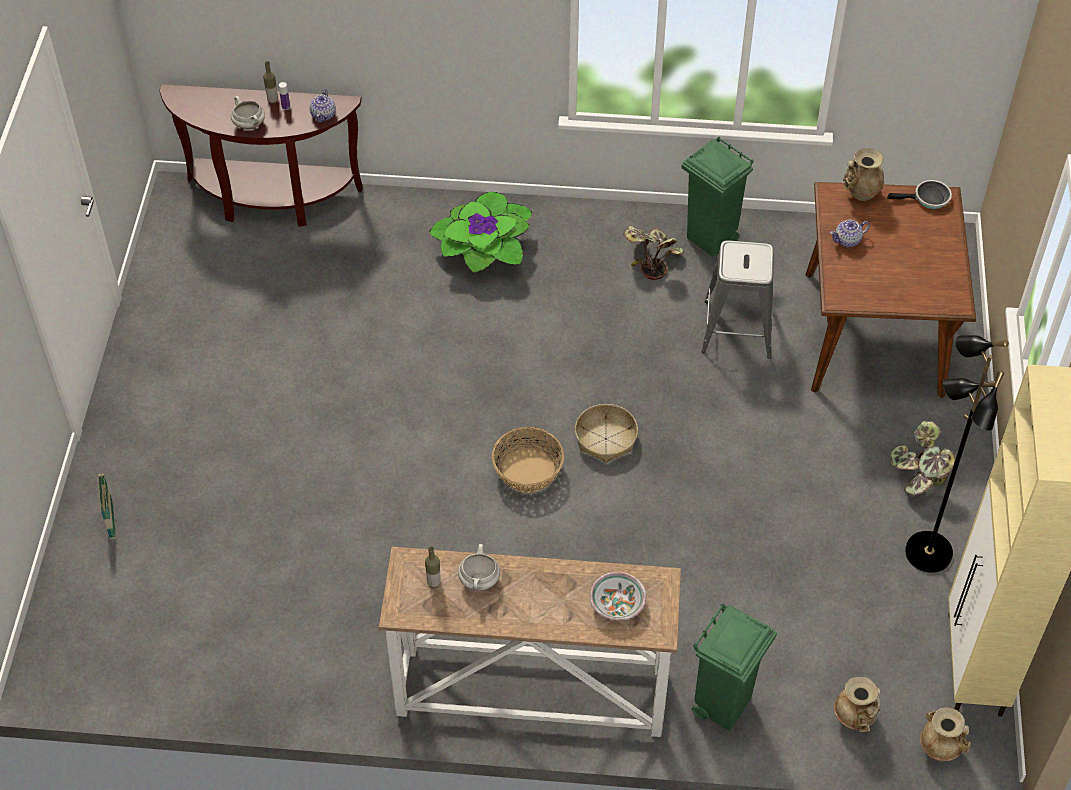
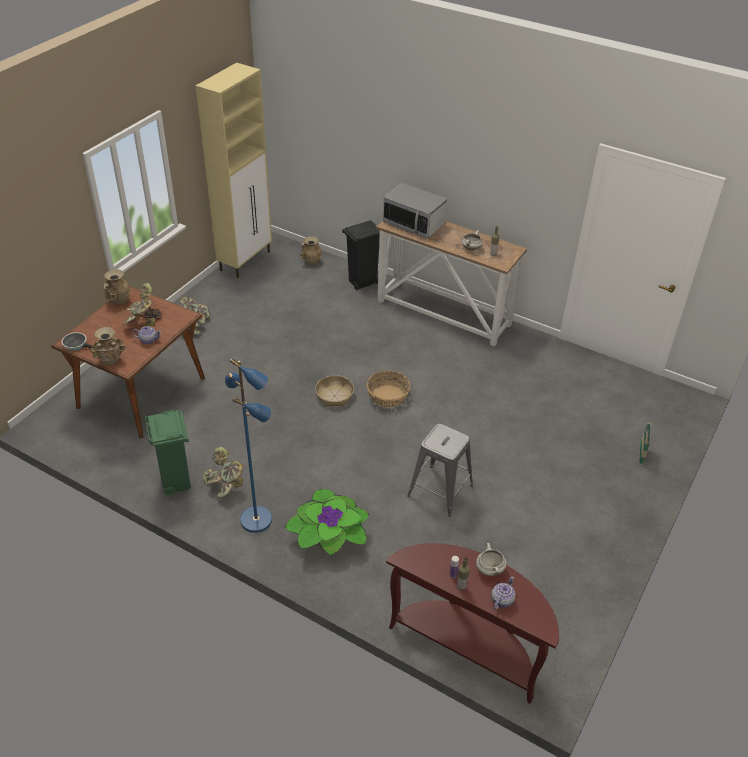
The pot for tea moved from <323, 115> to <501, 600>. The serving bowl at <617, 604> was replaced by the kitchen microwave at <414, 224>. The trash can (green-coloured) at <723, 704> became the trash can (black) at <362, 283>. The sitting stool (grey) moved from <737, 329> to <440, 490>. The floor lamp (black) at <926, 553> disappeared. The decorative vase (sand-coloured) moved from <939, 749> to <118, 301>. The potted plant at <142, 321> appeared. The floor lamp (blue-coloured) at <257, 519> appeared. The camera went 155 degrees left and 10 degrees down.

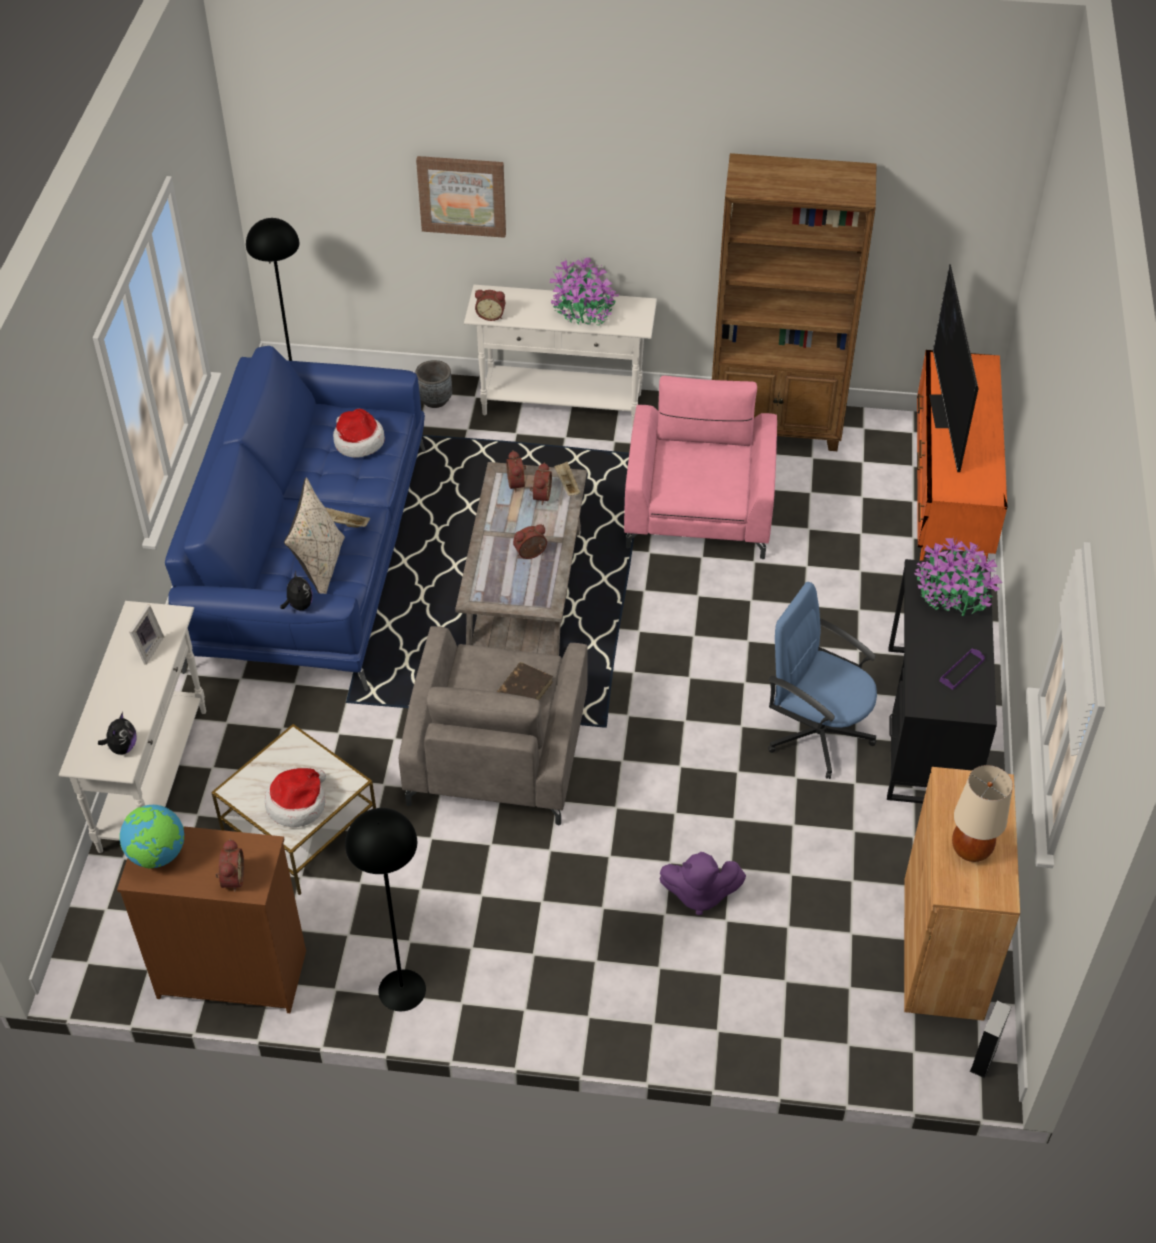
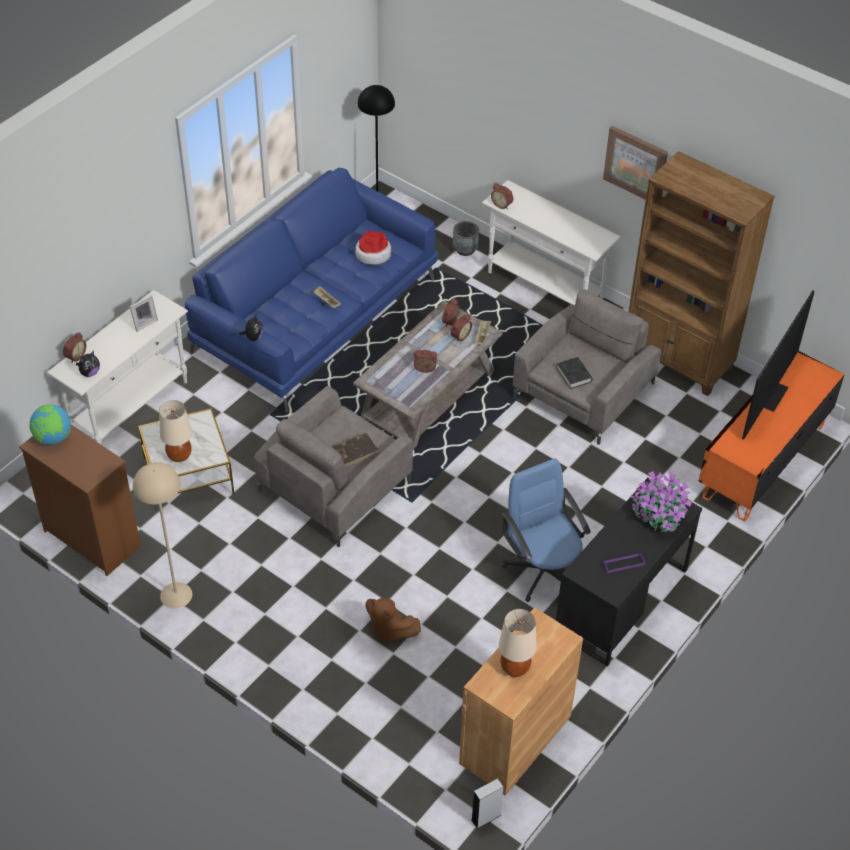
The table clock moved from <231, 878> to <75, 356>. The hat at <297, 803> was replaced by the tabletop lamp (sand-coloured) at <179, 455>. The throw pillow (sand-coloured) at <319, 567> disappeared. The floor lamp (black) at <402, 990> became the floor lamp (sand-coloured) at <176, 595>. The picture moved from <462, 195> to <636, 164>. The potted plant at <582, 311> disappeared. The armchair (pink-coloured) at <699, 505> became the armchair (grey) at <583, 391>. The cuddly toy (purple-coloured) at <699, 894> became the cuddly toy (brown-coloured) at <389, 629>. The bound book (black) at <574, 375> appeared. The camera went 30 degrees right and 0 degrees up.

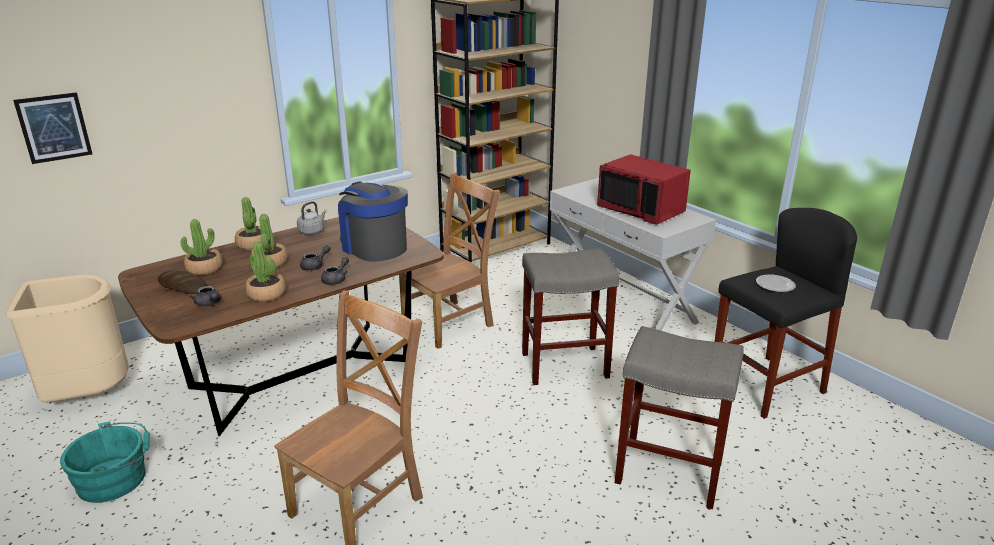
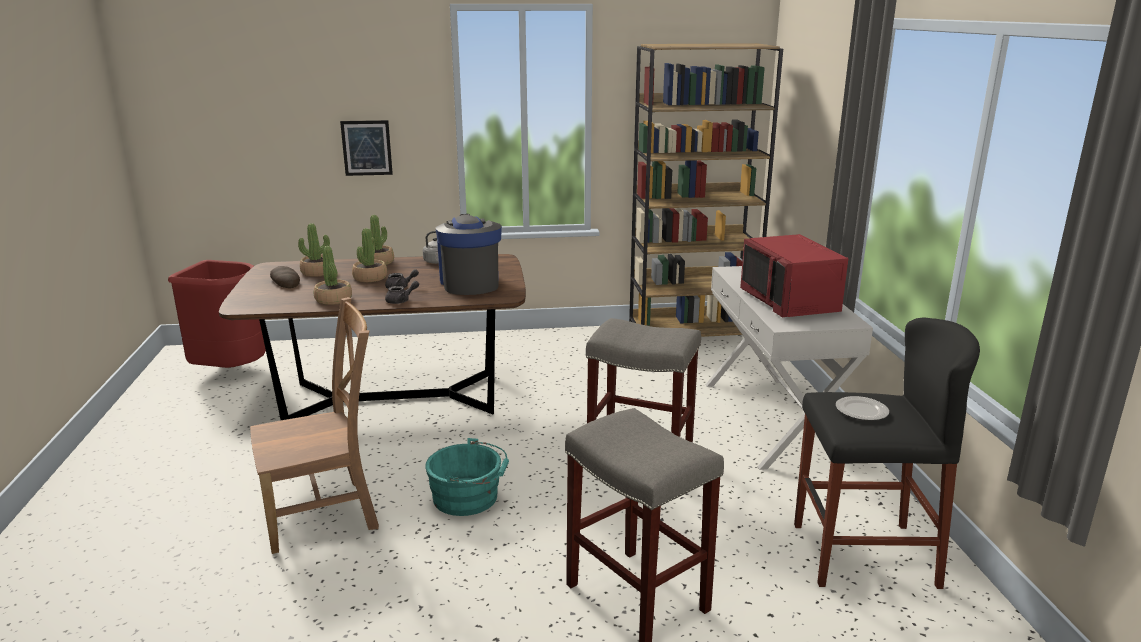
The trash can (sand-coloured) at <88, 395> became the trash can (red) at <231, 369>. The picture moved from <54, 128> to <366, 148>. The water bucket (turquoise-coloured) moved from <116, 479> to <469, 498>. The pot for tea (grey) at <209, 304> disappeared. The plain chair (brown-coloured) at <451, 323> disappeared. The camera went 30 degrees right and 5 degrees down.

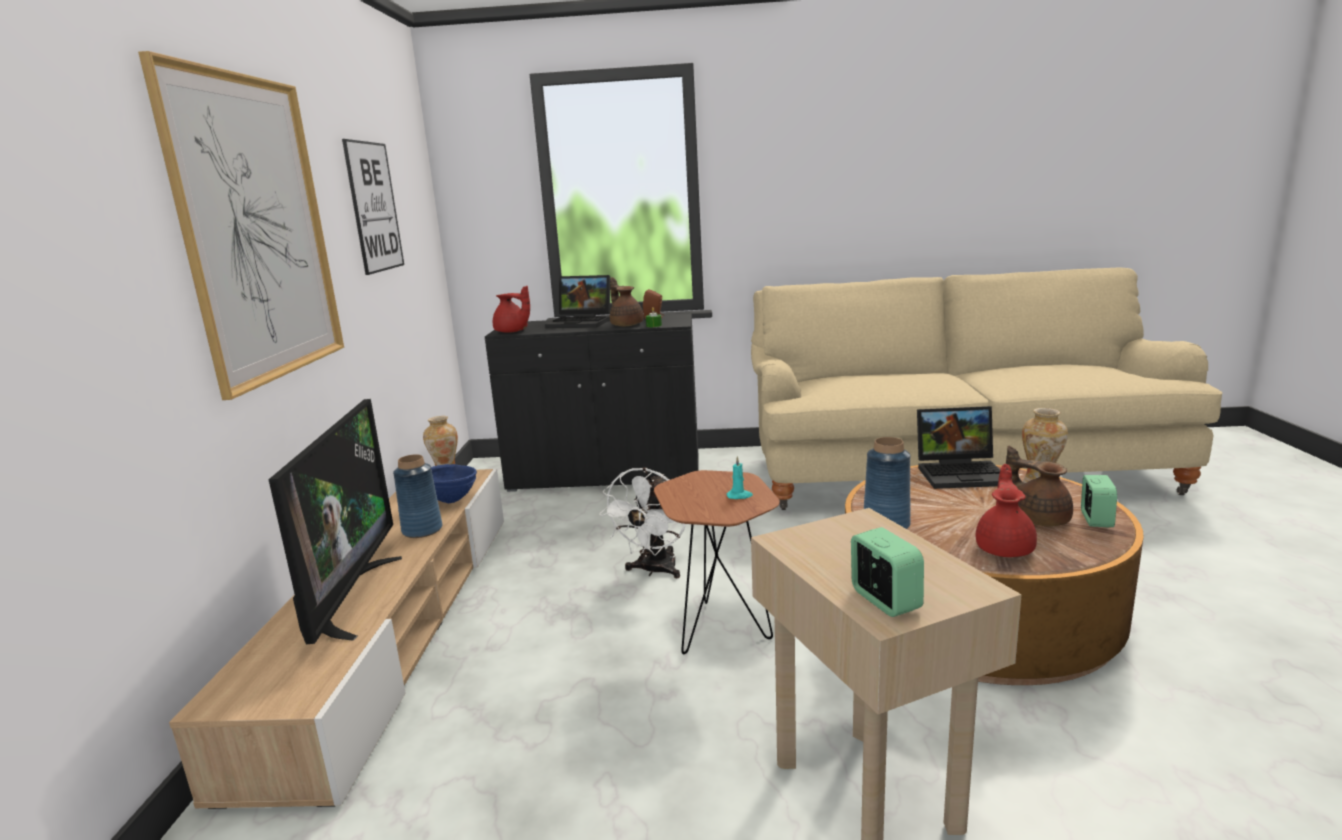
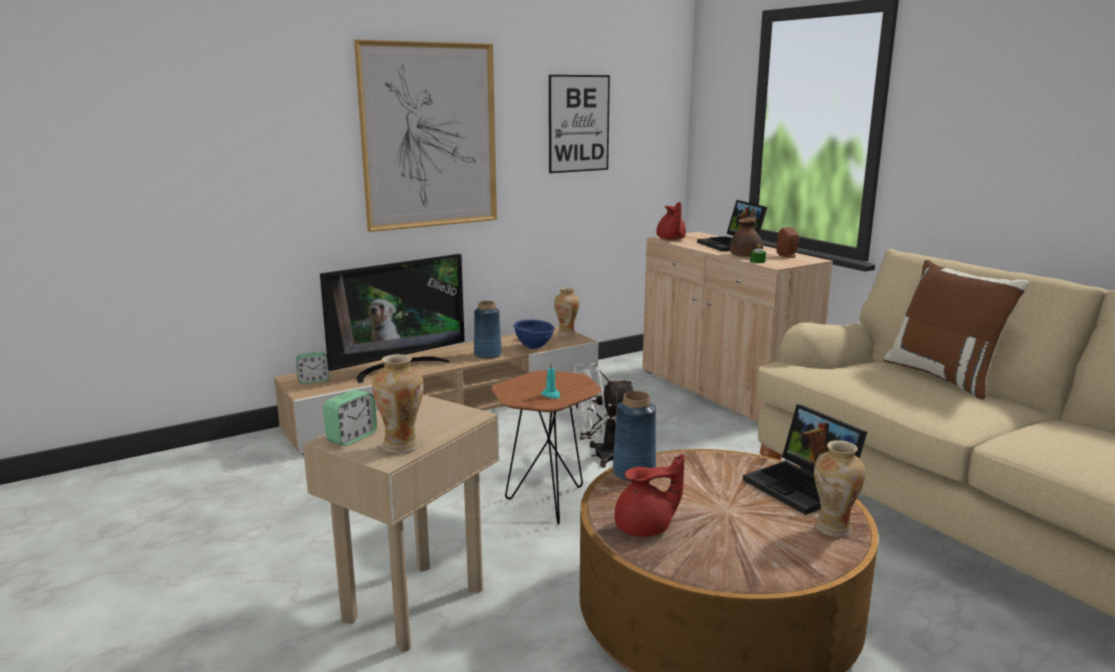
The storage cabinet (black) at <605, 475> became the storage cabinet (sand-coloured) at <723, 391>. The pot for tea (brown-coloured) at <1039, 518> disappeared. The table clock moved from <1096, 520> to <313, 380>. The decorative vase at <402, 446> appeared. The throw pillow (brown-coloured) at <944, 377> appeared. The camera went 55 degrees right and 0 degrees up.

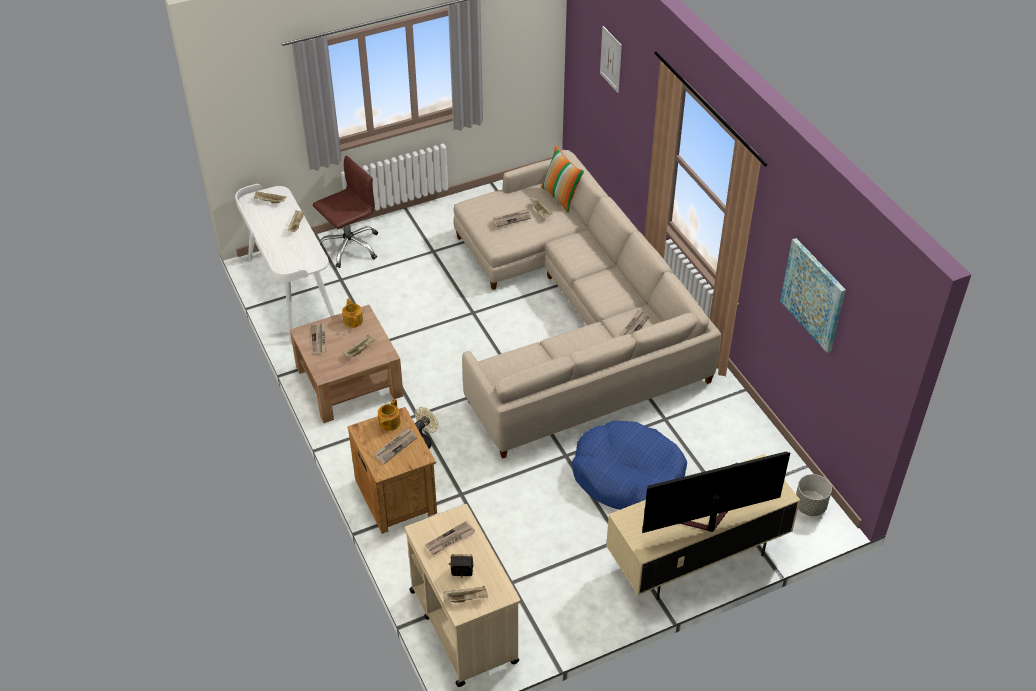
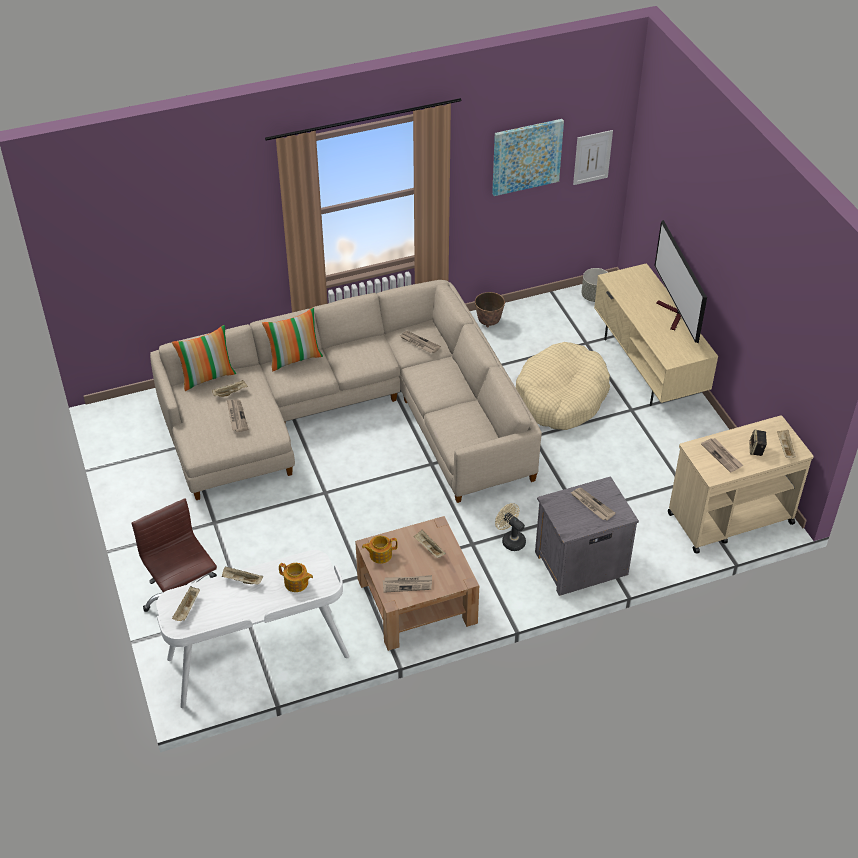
The bedside table (brown-coloured) at <396, 495> became the bedside table (grey) at <579, 563>. The pot for tea moved from <389, 423> to <296, 583>. The dog bed (blue-coloured) at <628, 477> became the dog bed (sand-coloured) at <561, 397>. The picture moved from <611, 59> to <592, 157>. The throw pillow at <295, 358> appeared. The planter at <489, 322> appeared. The camera went 85 degrees left and 0 degrees up.

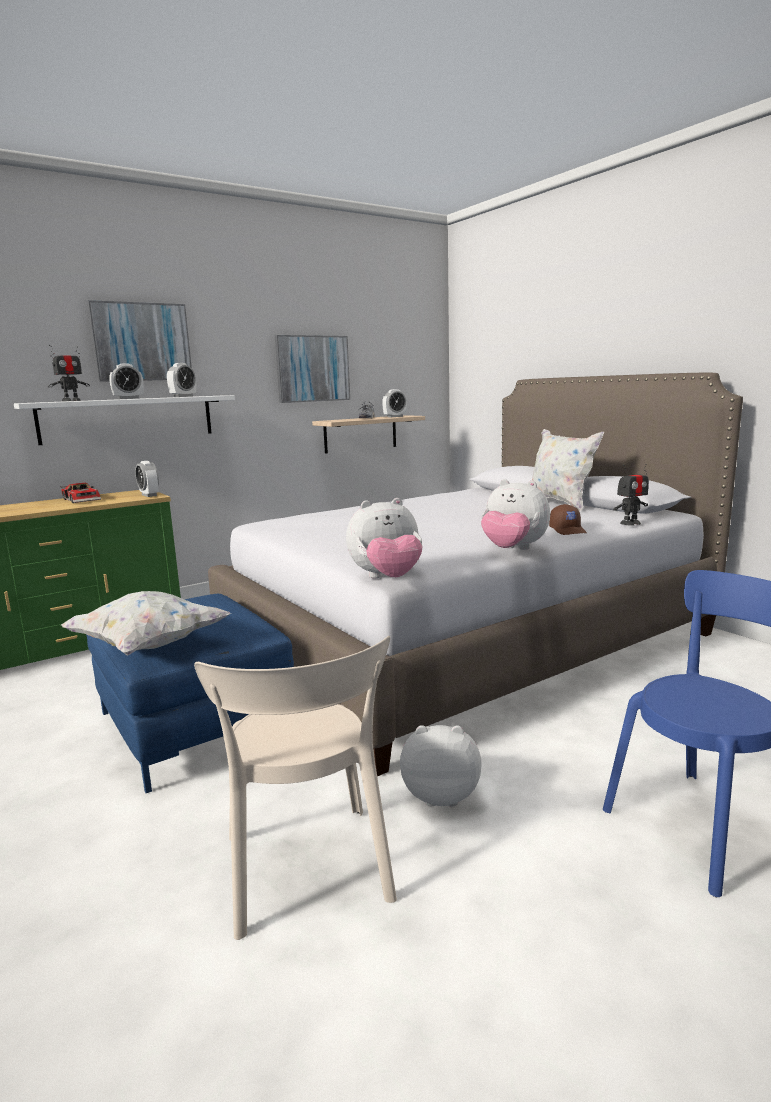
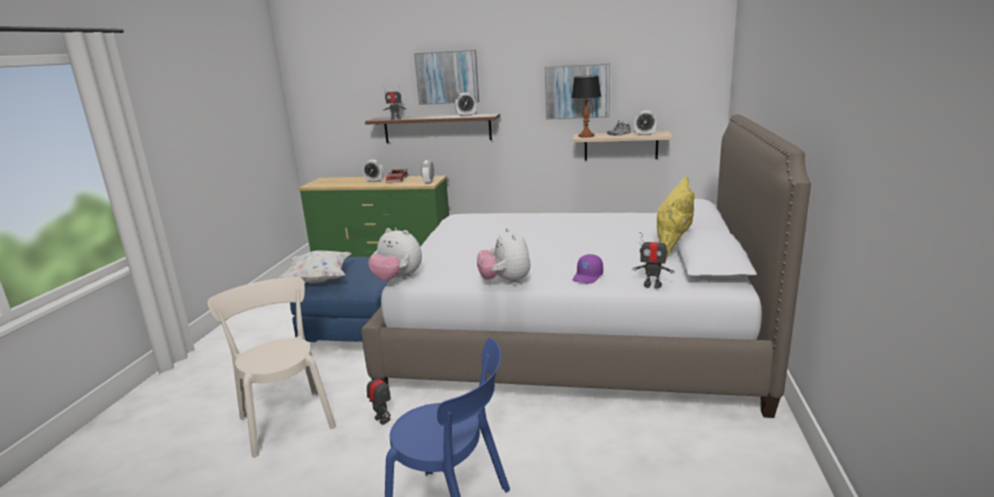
The bracket shelf (white-coloured) at <128, 419> became the bracket shelf (brown-coloured) at <437, 128>. The table clock moved from <128, 398> to <374, 181>. The plain chair (sand-coloured) at <308, 874> turned 120 degrees clockwise. The cuddly toy at <440, 795> was replaced by the toy robot at <382, 419>. The throw pillow (white-coloured) at <560, 503> became the throw pillow (yellowish) at <673, 248>. The baseball cap (brown-coloured) at <568, 530> became the baseball cap (purple-coloured) at <588, 277>. The tabletop lamp at <586, 136> appeared. The camera went 45 degrees right and 5 degrees up.

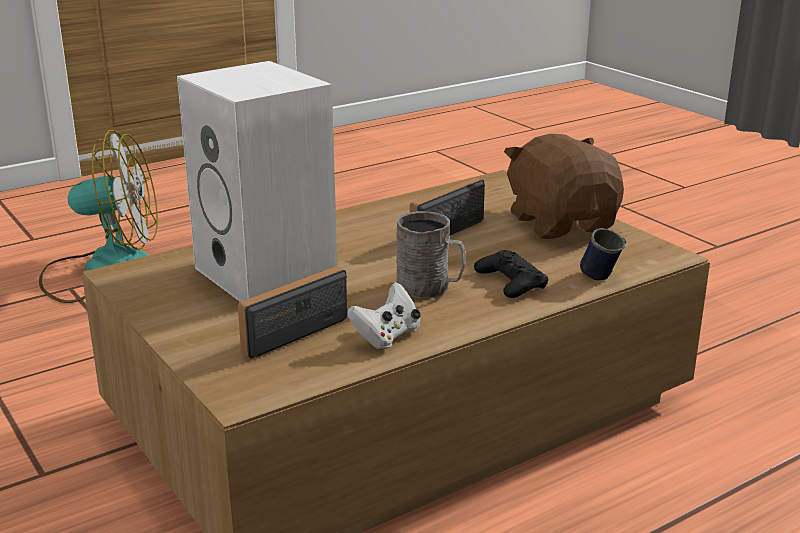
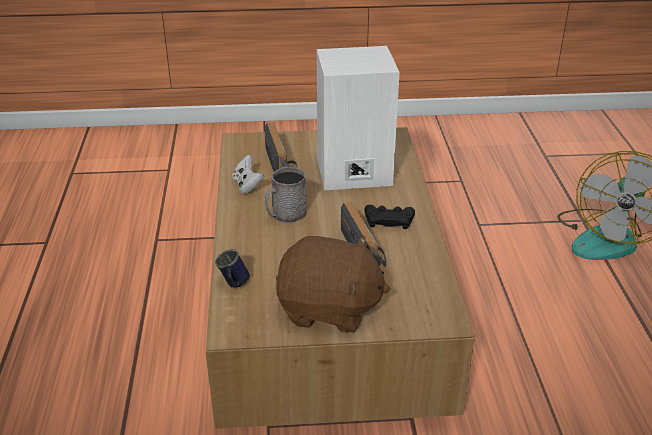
The joypad (black) moved from <510, 282> to <389, 220>. The camera went 120 degrees right and 10 degrees up.

